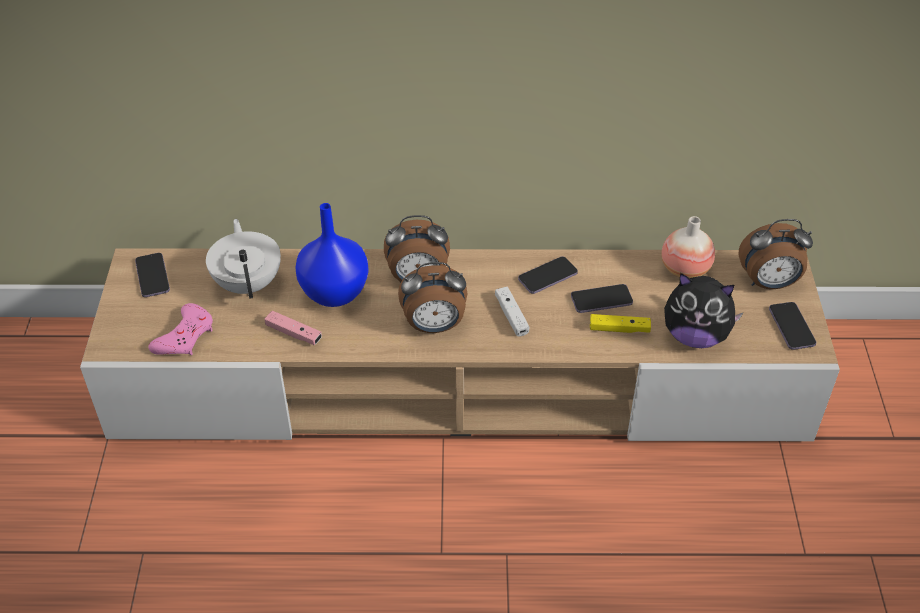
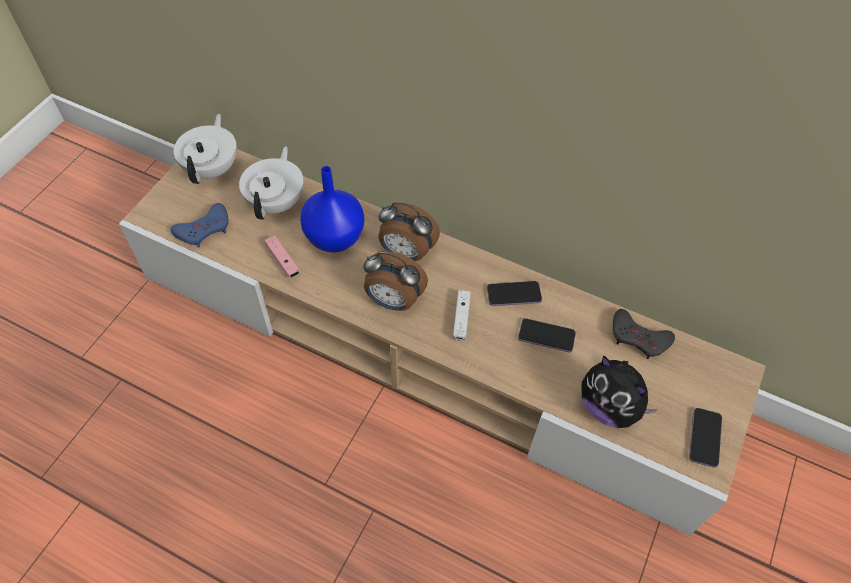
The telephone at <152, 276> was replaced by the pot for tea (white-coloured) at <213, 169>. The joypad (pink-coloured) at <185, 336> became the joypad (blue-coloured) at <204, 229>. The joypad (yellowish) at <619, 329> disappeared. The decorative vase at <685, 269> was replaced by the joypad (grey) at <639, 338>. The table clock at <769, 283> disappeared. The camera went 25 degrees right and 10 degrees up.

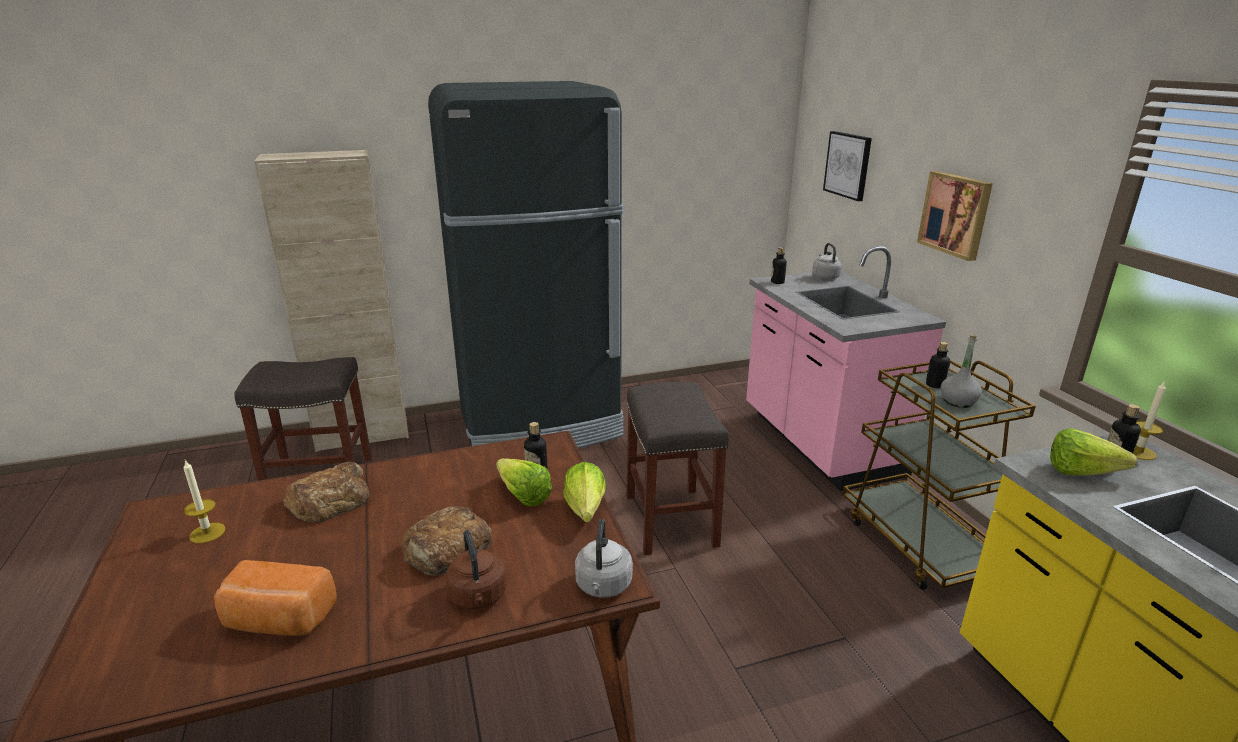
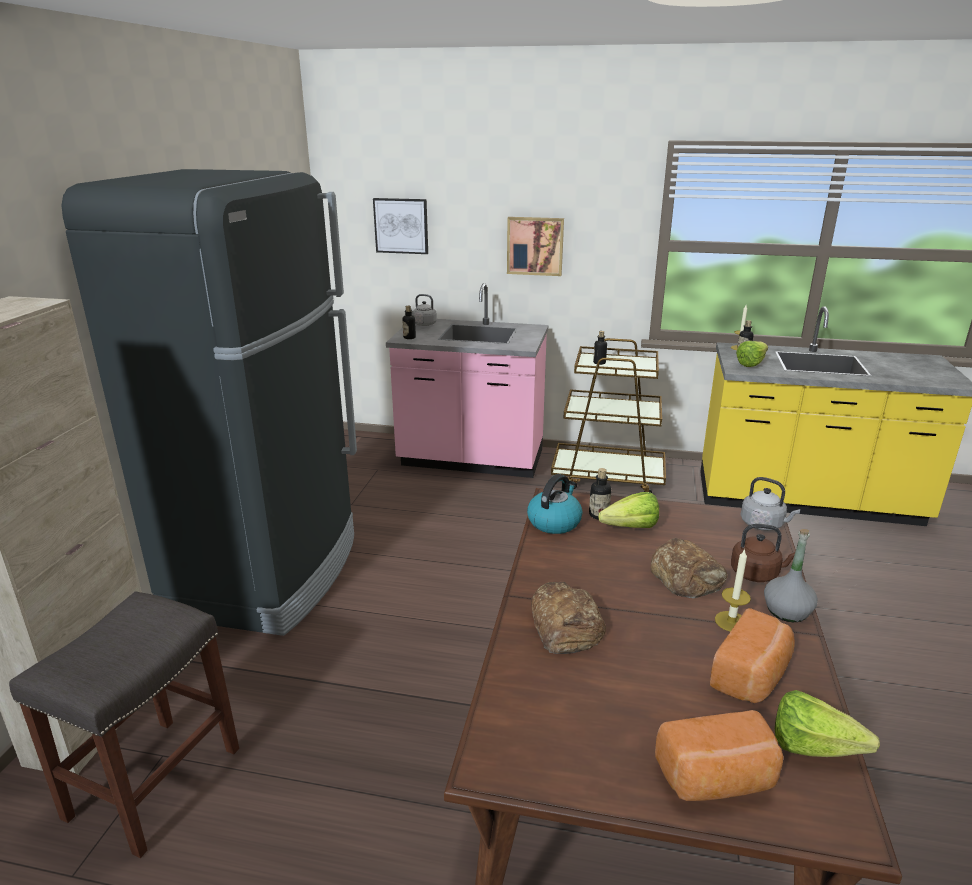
The wax candle moved from <207, 533> to <731, 621>. The lettuce moved from <584, 514> to <821, 751>. The sitting stool (grey) at <672, 521> disappeared. The beverage bottle (grey) moved from <958, 401> to <786, 611>. The kettle at <554, 522> appeared. The baked bread at <717, 780> appeared. The camera went 60 degrees left and 0 degrees up.

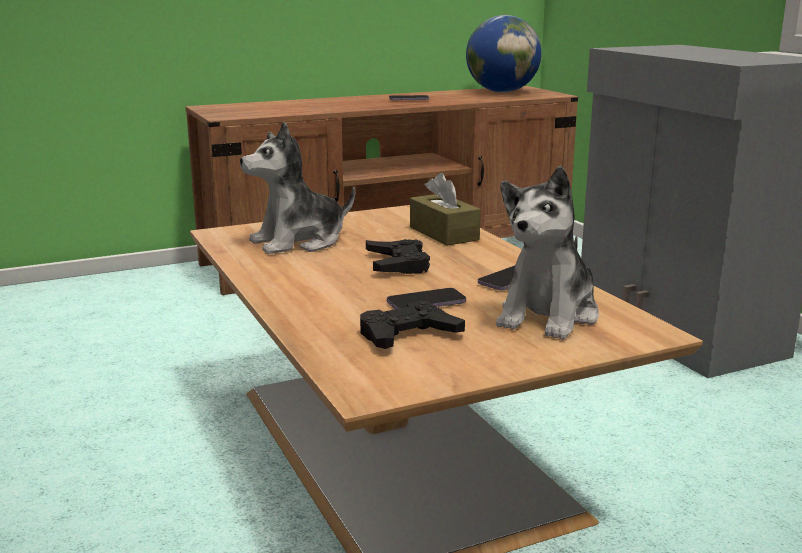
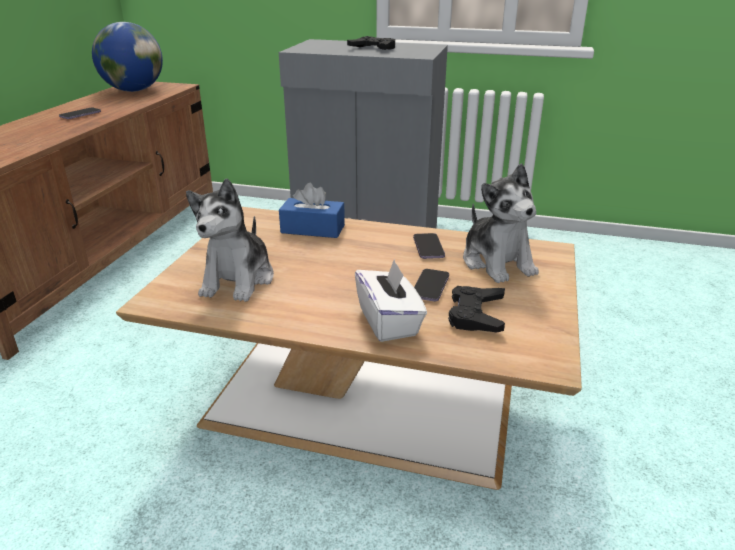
The joypad (black) moved from <397, 264> to <373, 49>. The box of tissues (brown-coloured) at <444, 233> became the box of tissues (blue-coloured) at <313, 229>. The box of tissues (white-coloured) at <389, 322> appeared. The camera went 50 degrees left and 10 degrees up.

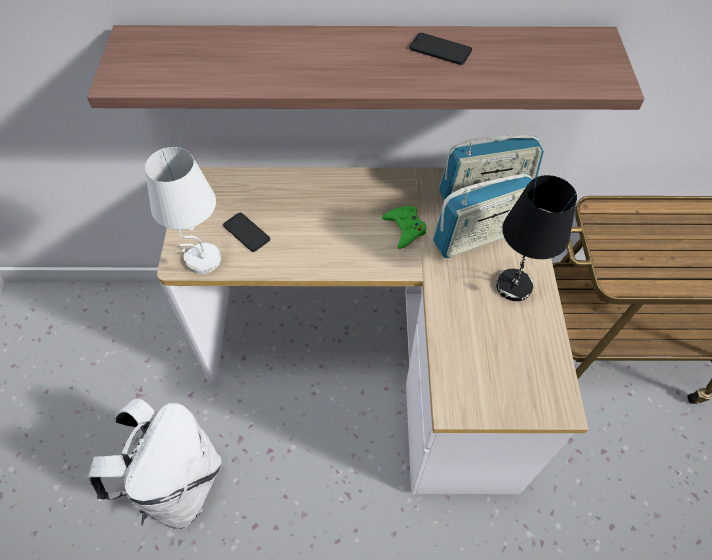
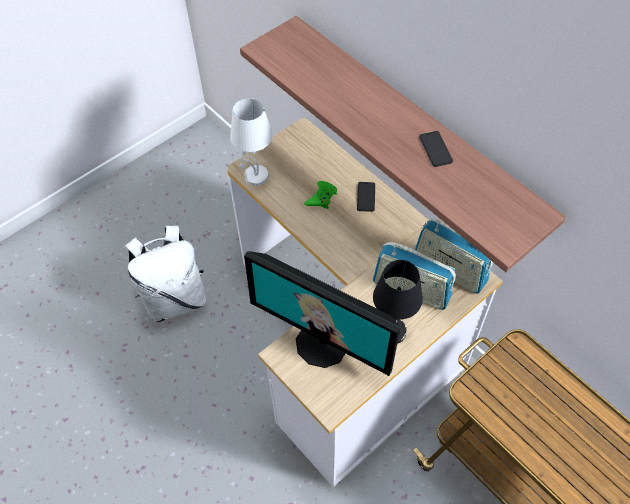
The telephone moved from <246, 232> to <366, 197>. The joypad (green-coloured) moved from <405, 228> to <321, 197>. The computer screen at <322, 344> appeared. The camera went 50 degrees right and 0 degrees up.

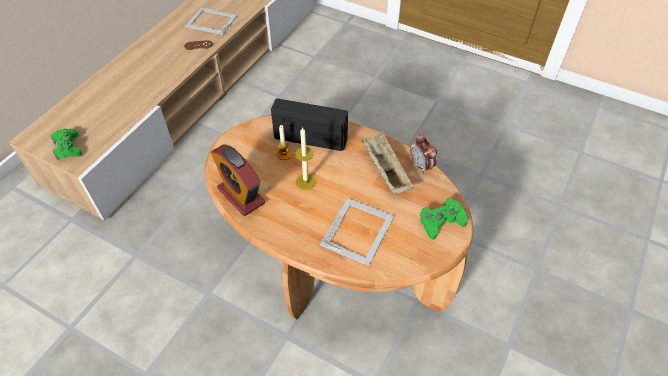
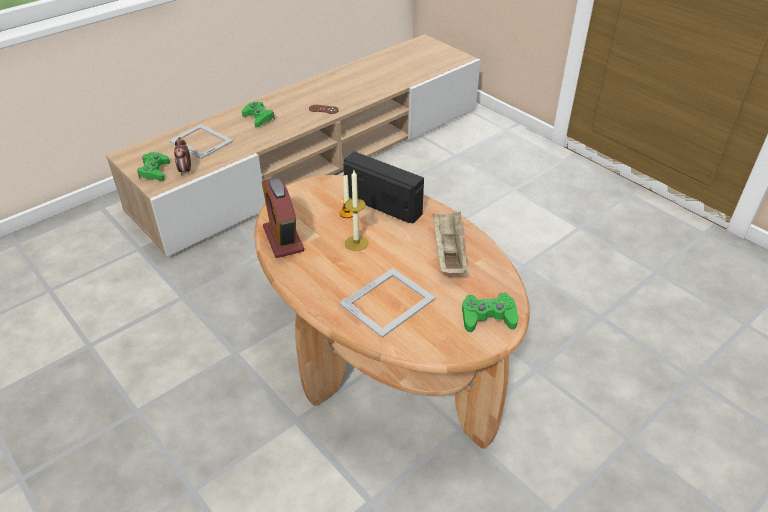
The standing frame moved from <211, 21> to <201, 141>. The table clock moved from <421, 166> to <185, 171>. The joypad (green-coloured) at <258, 118> appeared. The camera went 20 degrees right and 10 degrees down.

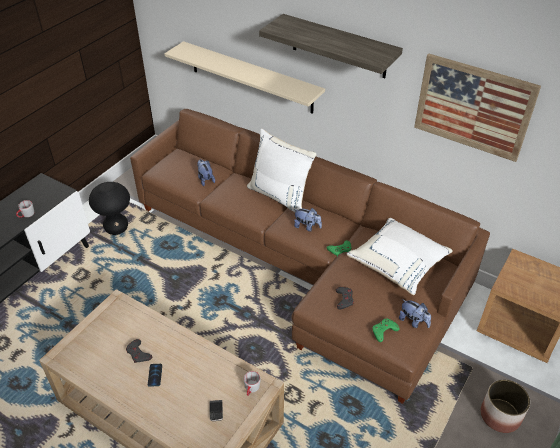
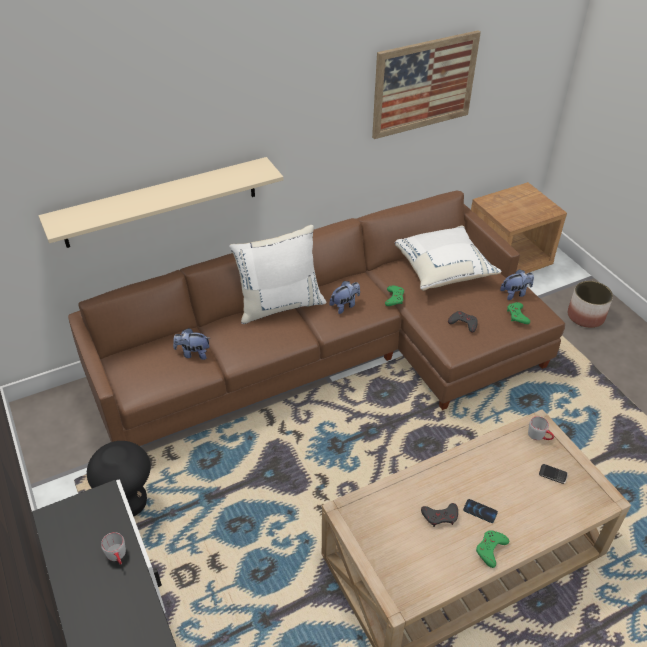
The bracket shelf at <339, 46> disappeared. The joypad (green-coloured) at <490, 549> appeared. The camera went 60 degrees left and 0 degrees up.

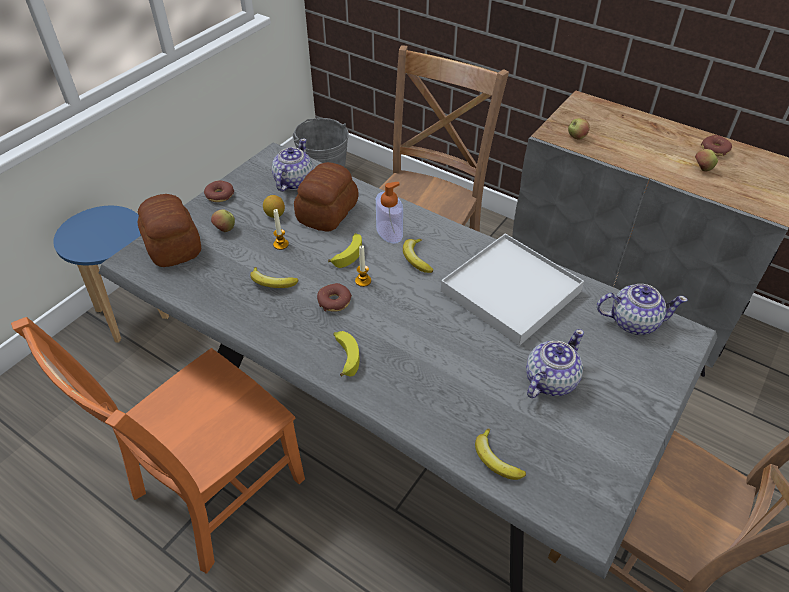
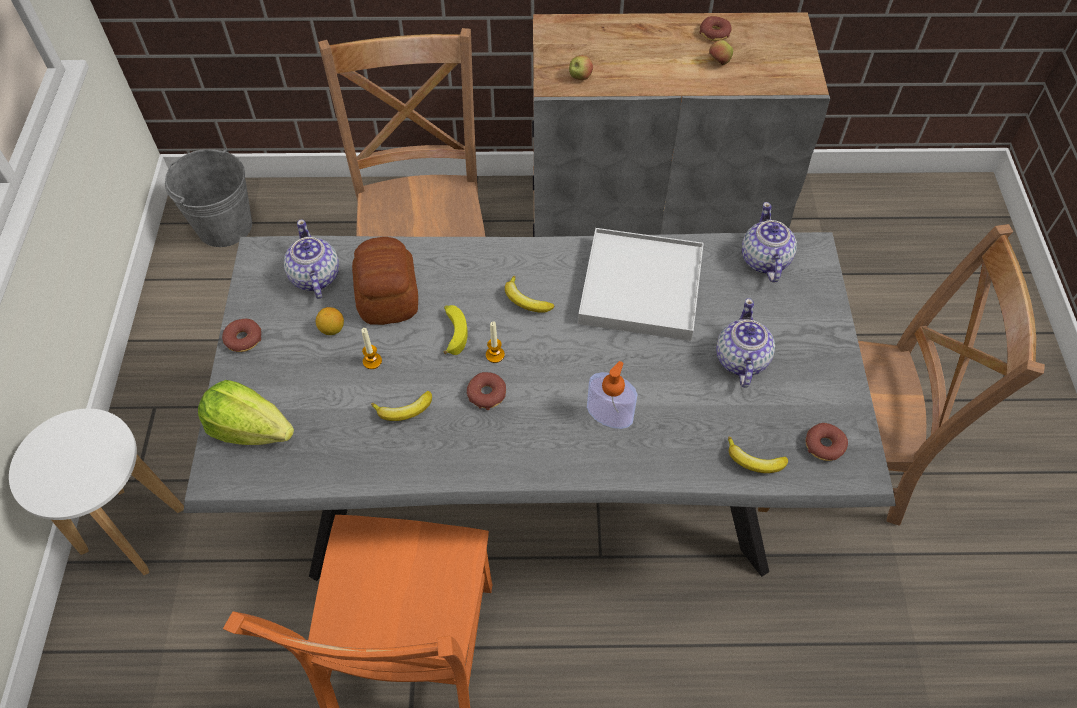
The sitting stool (blue-coloured) at <132, 314> became the sitting stool (white-coloured) at <133, 531>. The baked bread at <173, 245> was replaced by the lettuce at <250, 429>. The whole apple at <225, 229> disappeared. The whole banana at <345, 356> disappeared. The liquid soap bottle moved from <389, 232> to <609, 413>. The pot for tea at <633, 321> turned 60 degrees counterclockwise. The ring doughnut at <824, 445> appeared. The camera went 35 degrees left and 10 degrees up.

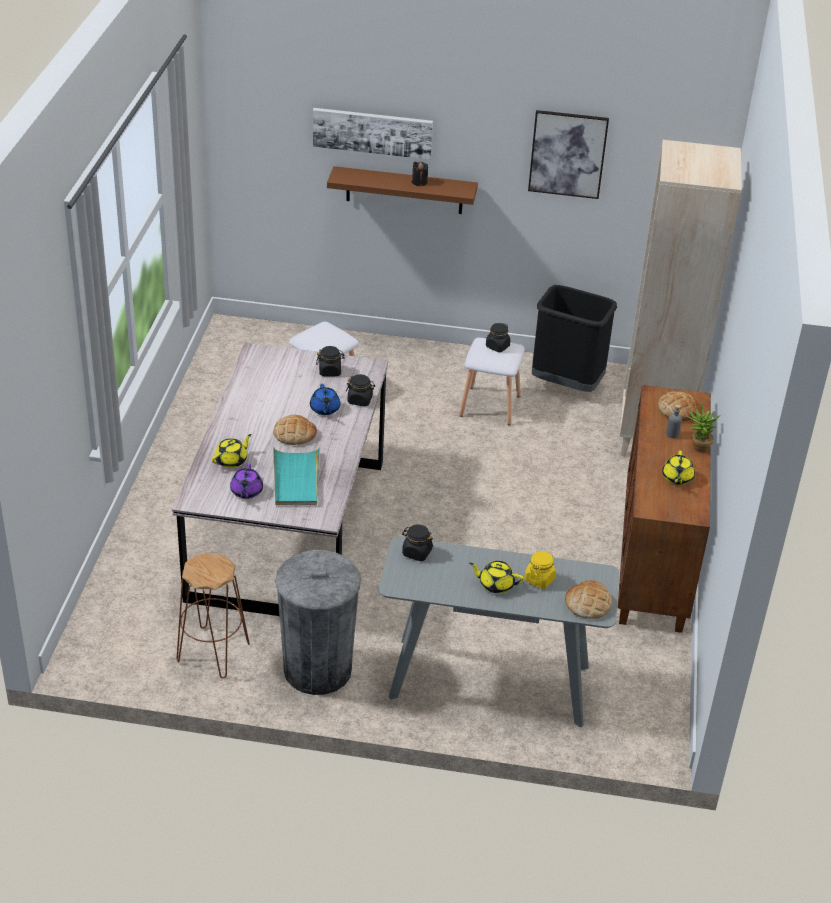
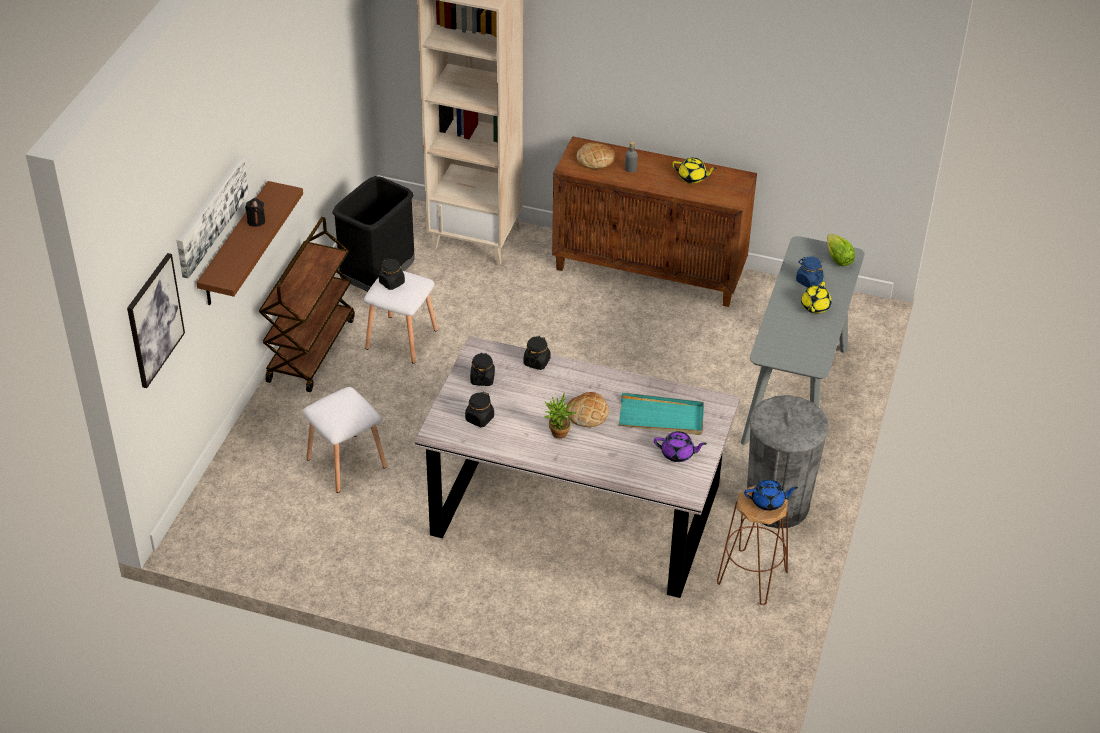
The pot for tea (yellowish) at <232, 460> disappeared. The pot for tea (blue-coloured) moved from <325, 409> to <768, 502>. The preserve jar (black) moved from <416, 552> to <479, 419>. The preserve jar (yellowish) at <539, 579> became the preserve jar (blue-coloured) at <808, 281>. The picture moved from <567, 154> to <154, 320>. The baked bread at <588, 603> was replaced by the lettuce at <838, 259>. The potted plant moved from <697, 447> to <558, 435>. The wheeled cart (brown-coloured) at <310, 349> appeared. The camera went 80 degrees left and 5 degrees up.

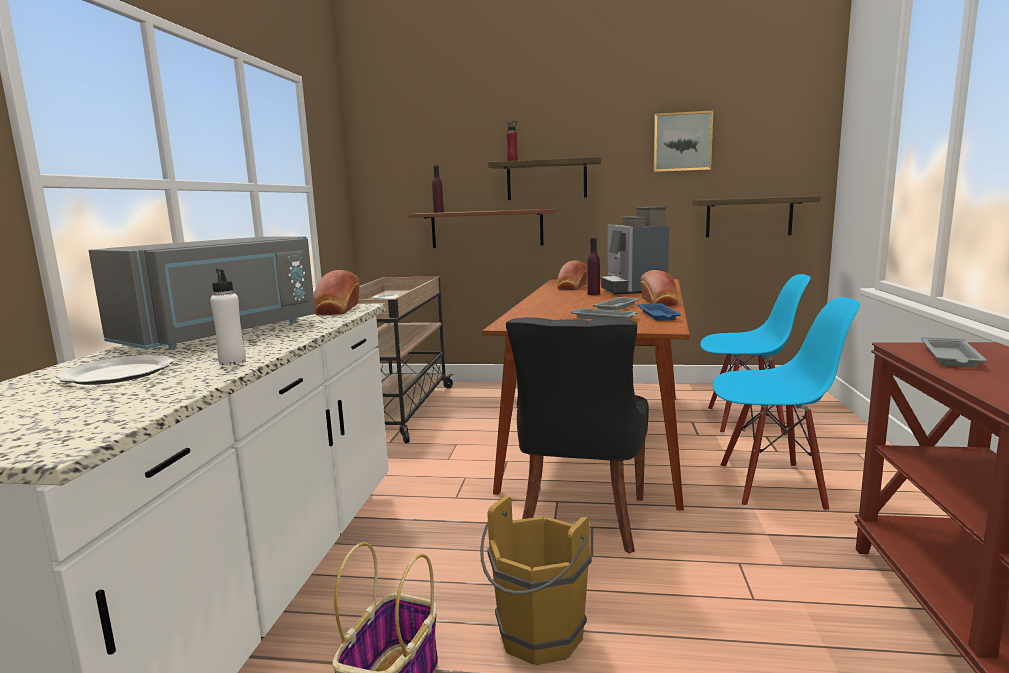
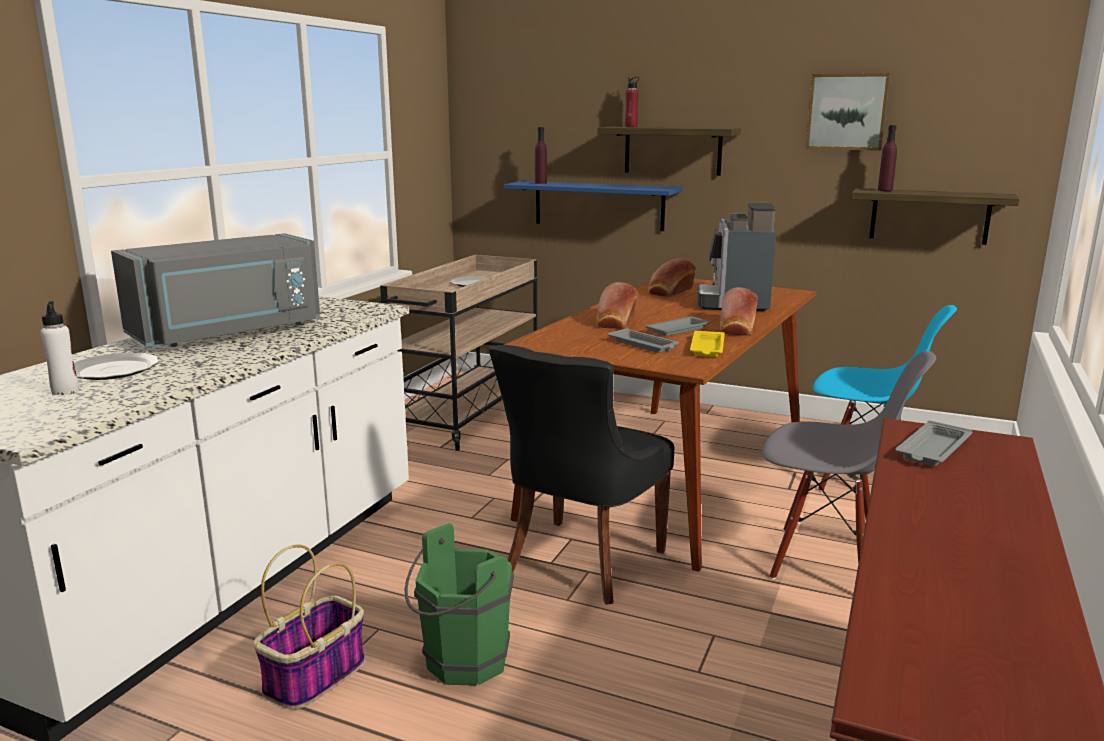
The beverage bottle (white-coloured) moved from <232, 361> to <65, 391>. The baked bread moved from <337, 310> to <615, 322>. The bracket shelf (brown-coloured) at <487, 229> became the bracket shelf (blue-coloured) at <598, 205>. The water bucket (brown-coloured) at <536, 639> became the water bucket (green-coloured) at <461, 663>. The beverage bottle (purple-coloured) moved from <593, 294> to <885, 190>. The tray (blue-coloured) at <658, 315> became the tray (yellowish) at <707, 348>. The plain chair (blue-coloured) at <771, 485> became the plain chair (grey) at <825, 562>. The camera went 15 degrees right and 5 degrees up.

